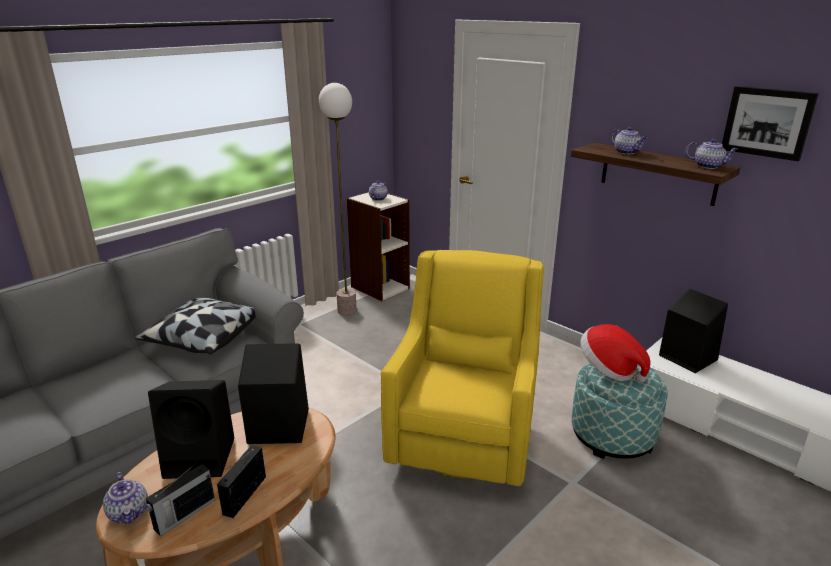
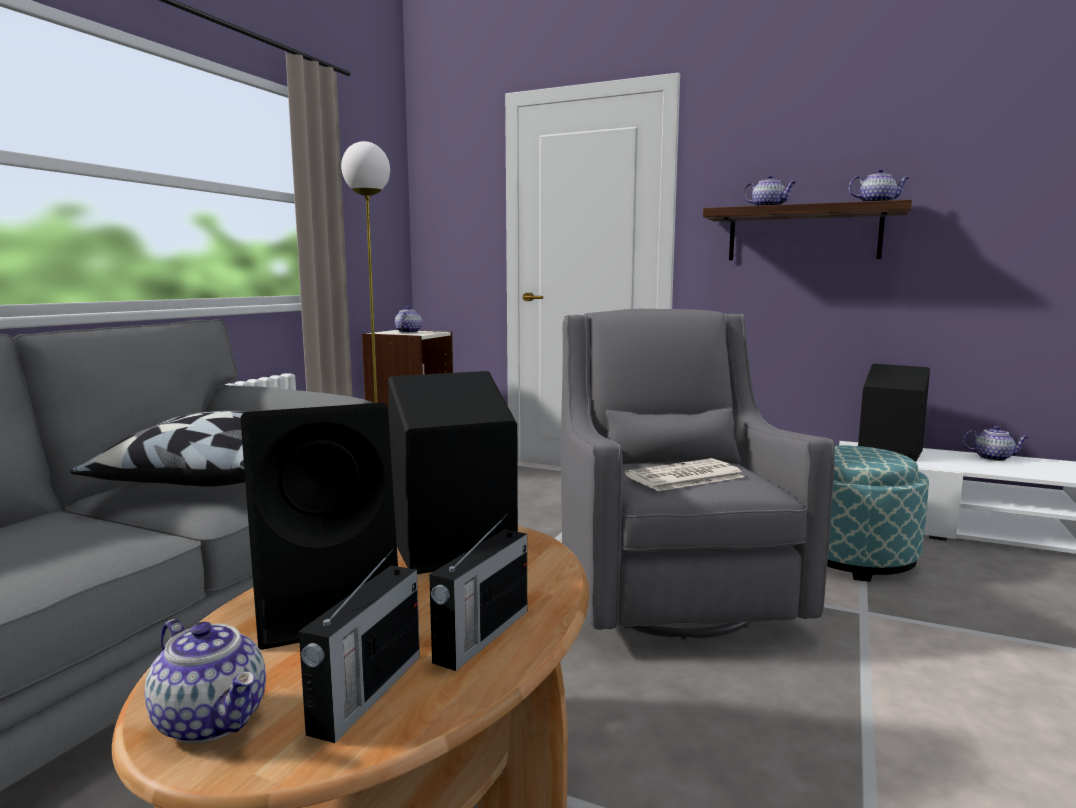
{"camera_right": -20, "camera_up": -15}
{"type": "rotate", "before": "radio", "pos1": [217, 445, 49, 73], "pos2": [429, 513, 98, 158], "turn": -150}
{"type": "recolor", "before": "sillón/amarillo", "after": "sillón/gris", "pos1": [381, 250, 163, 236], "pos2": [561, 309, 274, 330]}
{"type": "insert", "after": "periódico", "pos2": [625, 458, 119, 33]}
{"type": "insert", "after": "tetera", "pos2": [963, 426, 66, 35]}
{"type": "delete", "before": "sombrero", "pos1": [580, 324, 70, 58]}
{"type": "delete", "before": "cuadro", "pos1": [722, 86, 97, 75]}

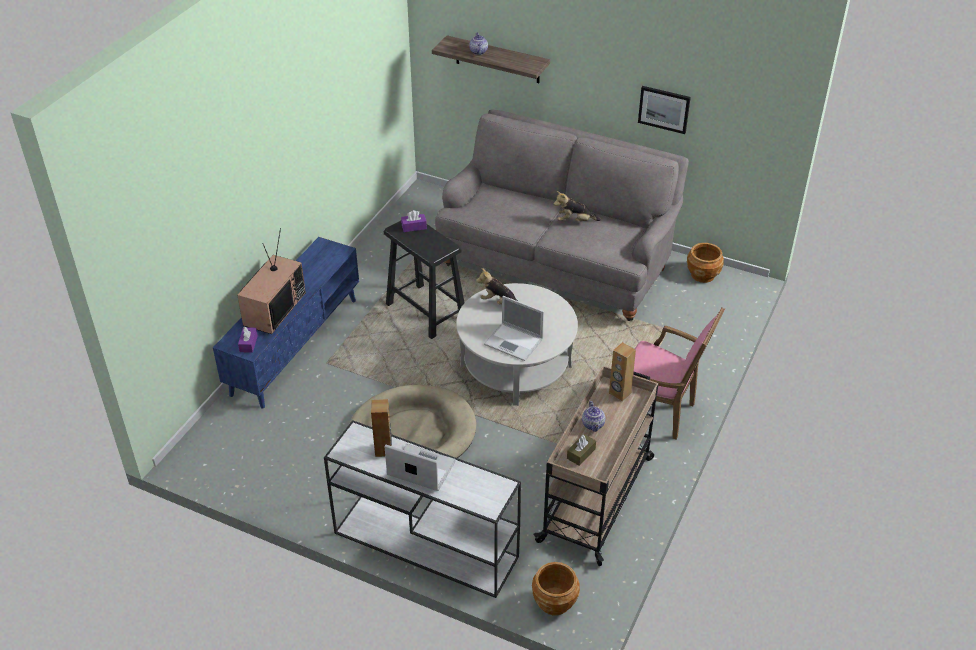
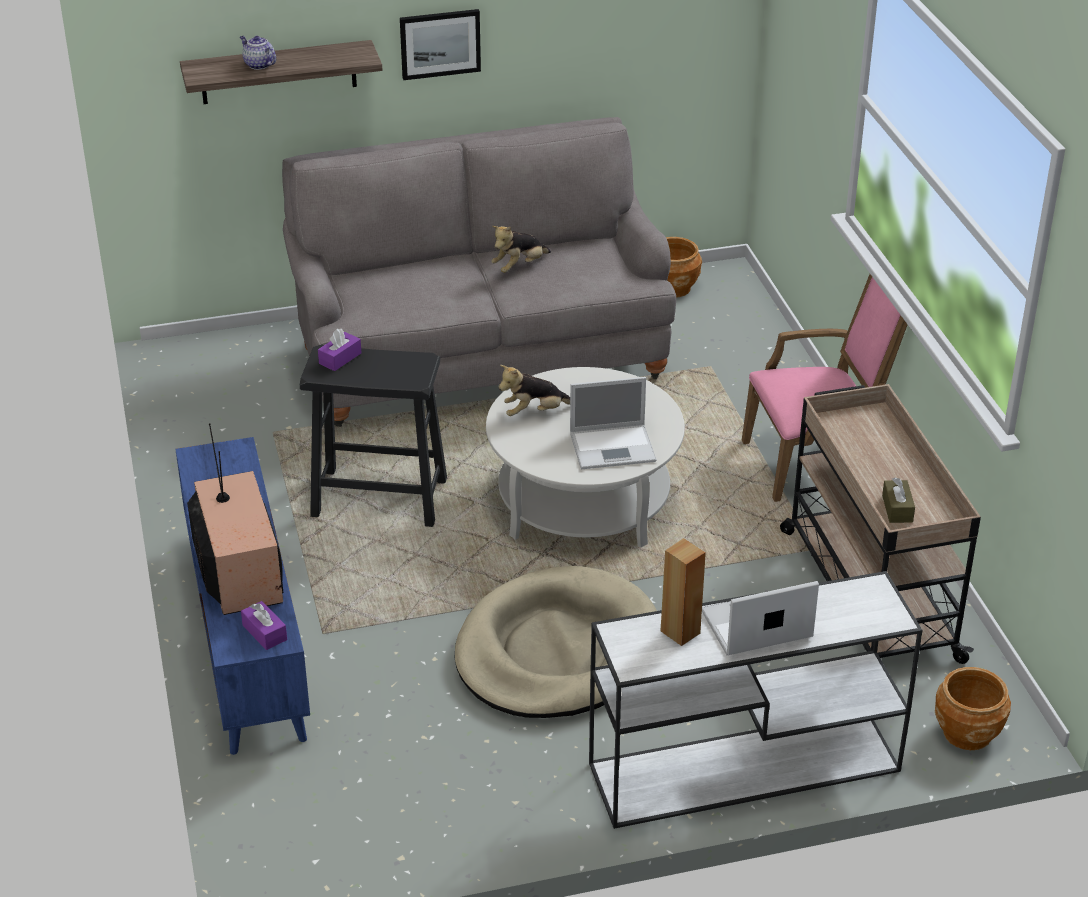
{"camera_right": -40, "camera_up": -5}
{"type": "move", "before": "cuadro", "pos1": [638, 86, 53, 48], "pos2": [400, 9, 81, 71]}
{"type": "delete", "before": "tetera", "pos1": [582, 401, 23, 31]}
{"type": "delete", "before": "altavoz/marrón", "pos1": [609, 342, 27, 59]}

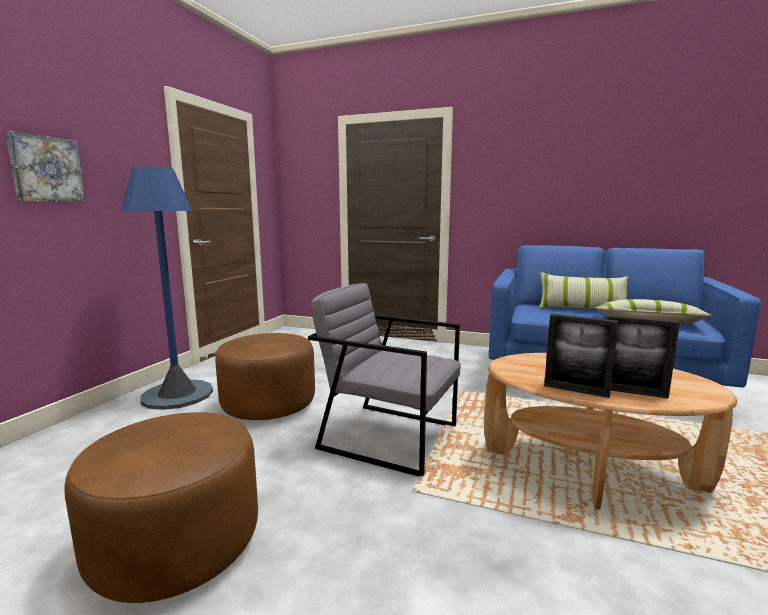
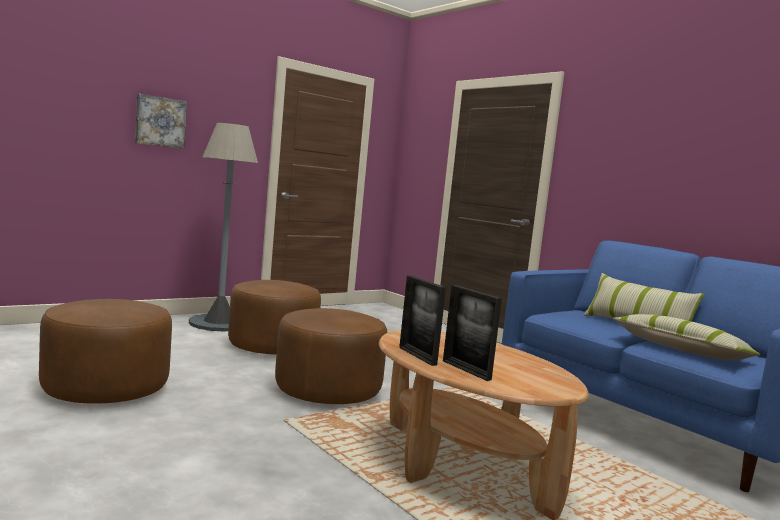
{"camera_right": 30, "camera_up": -5}
{"type": "recolor", "before": "lámpara de pie/azul", "after": "lámpara de pie/gris", "pos1": [121, 166, 92, 244], "pos2": [189, 123, 69, 208]}
{"type": "replace", "before": "sillón/gris", "after": "puf/marrón", "pos1": [308, 283, 153, 193], "pos2": [275, 308, 113, 96]}

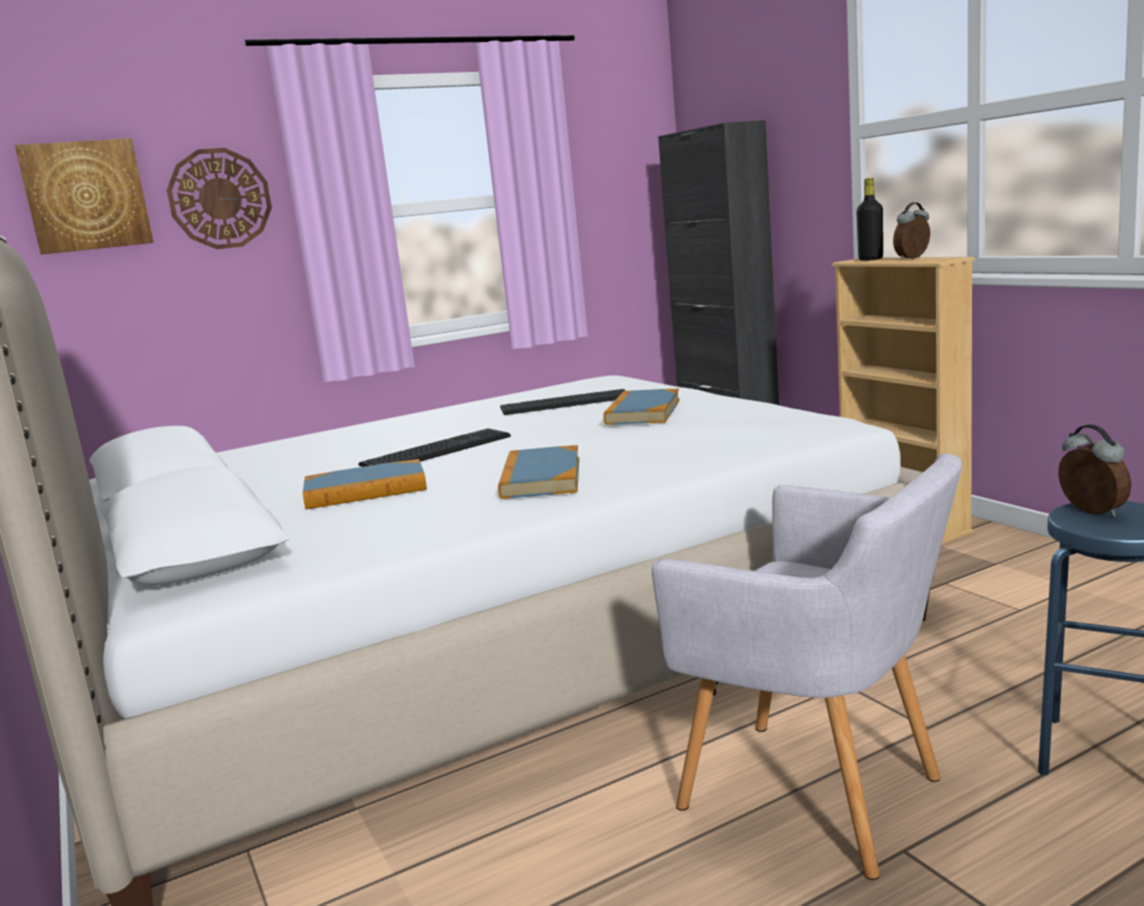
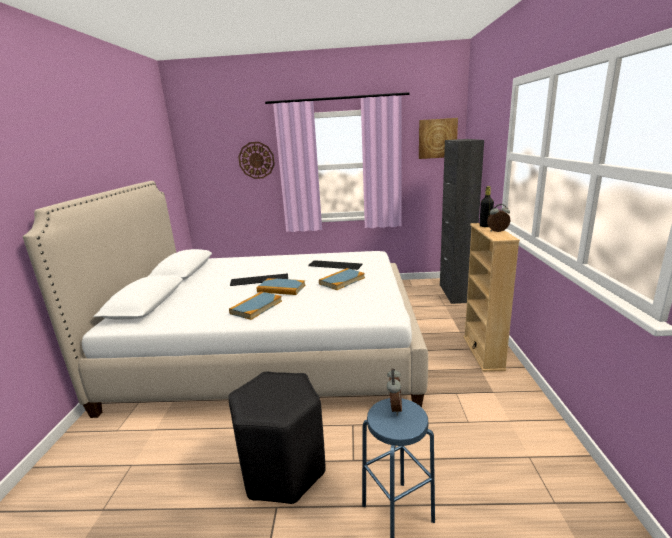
{"camera_right": 30, "camera_up": 5}
{"type": "replace", "before": "sillón/gris", "after": "taburete/negro", "pos1": [652, 454, 310, 426], "pos2": [228, 371, 97, 133]}
{"type": "move", "before": "libro", "pos1": [303, 459, 124, 51], "pos2": [257, 278, 48, 17]}
{"type": "move", "before": "cuadro", "pos1": [15, 138, 138, 116], "pos2": [419, 118, 39, 41]}

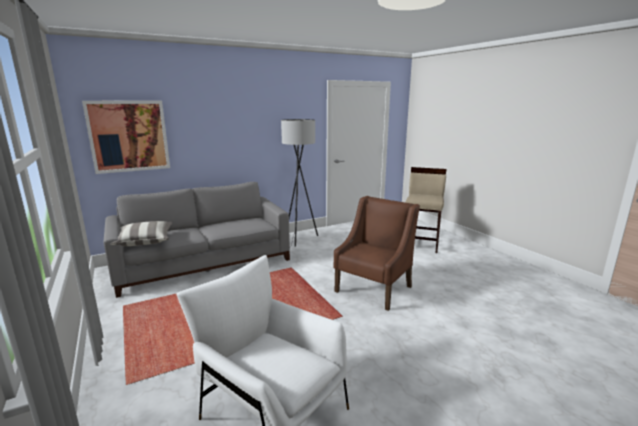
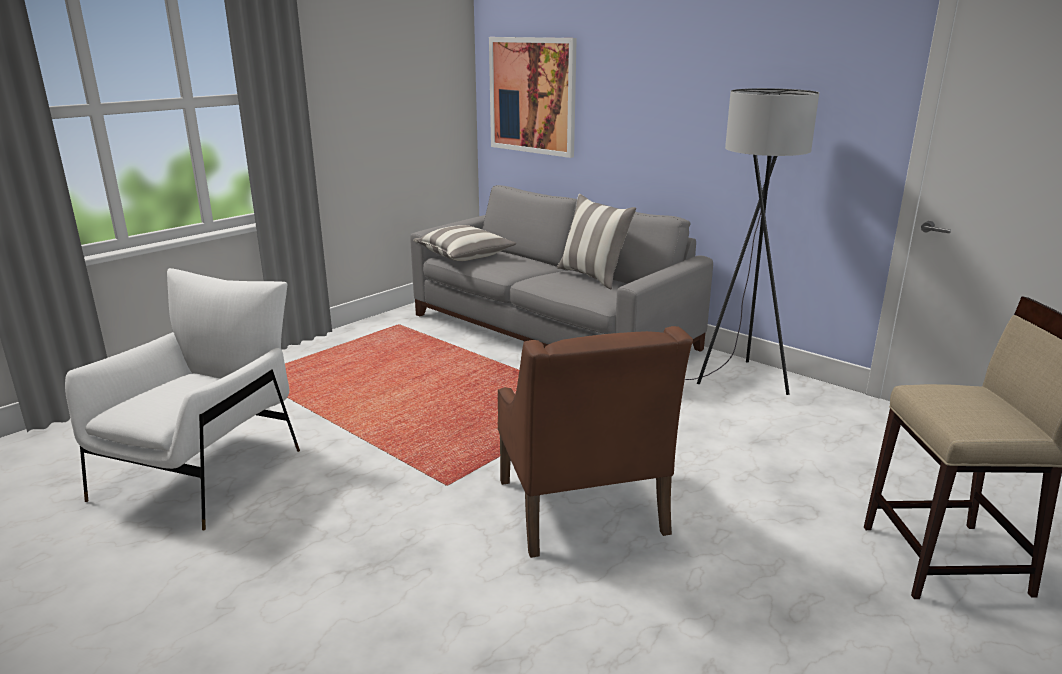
{"camera_right": 70, "camera_up": 5}
{"type": "rotate", "before": "sillón/marrón", "pos1": [333, 196, 87, 115], "pos2": [498, 326, 195, 232], "turn": 60}
{"type": "insert", "after": "cojín", "pos2": [557, 194, 79, 95]}

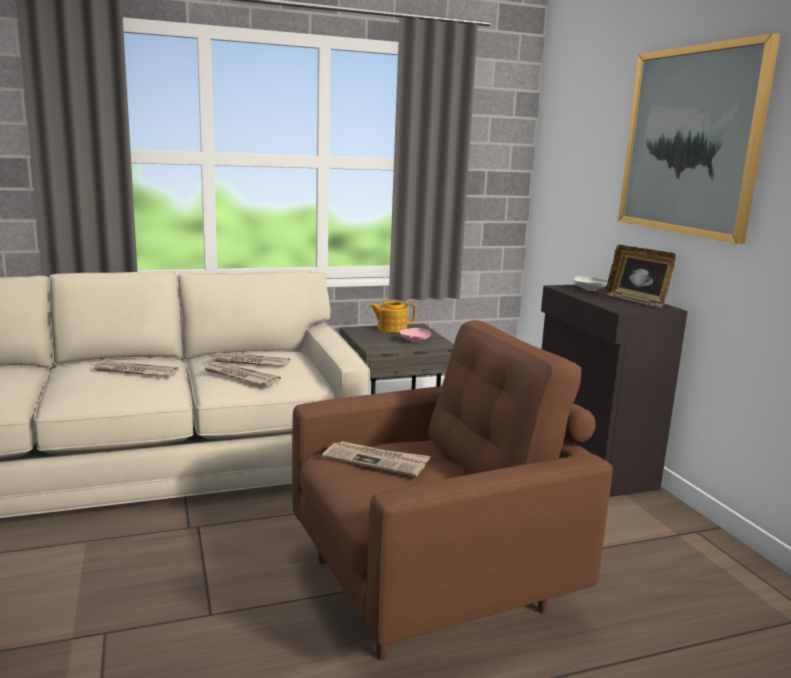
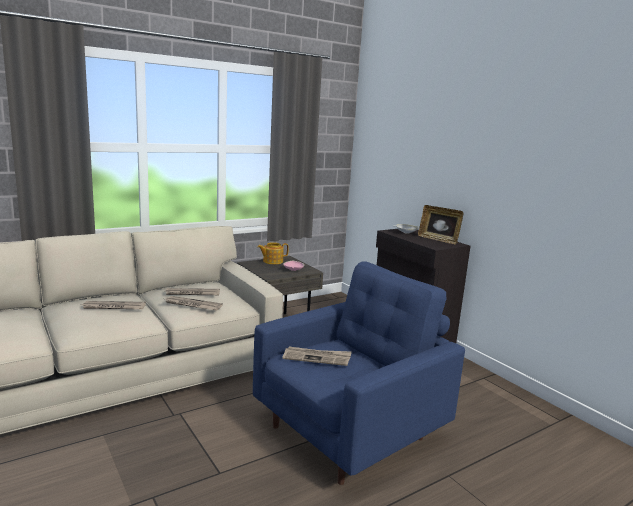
{"camera_right": -15, "camera_up": 0}
{"type": "recolor", "before": "sillón/marrón", "after": "sillón/azul", "pos1": [292, 320, 321, 340], "pos2": [253, 261, 212, 224]}
{"type": "delete", "before": "cuadro", "pos1": [618, 33, 162, 211]}

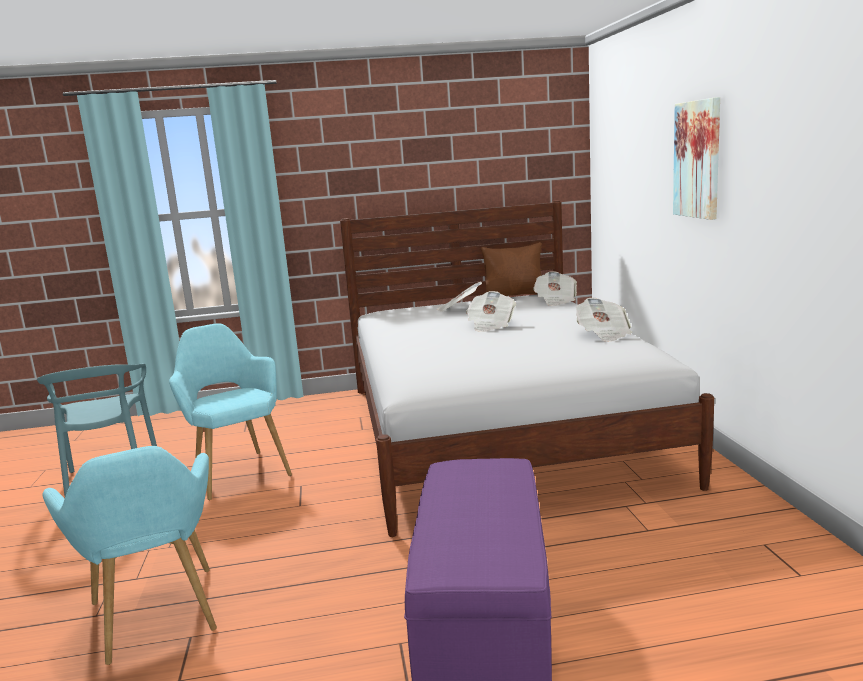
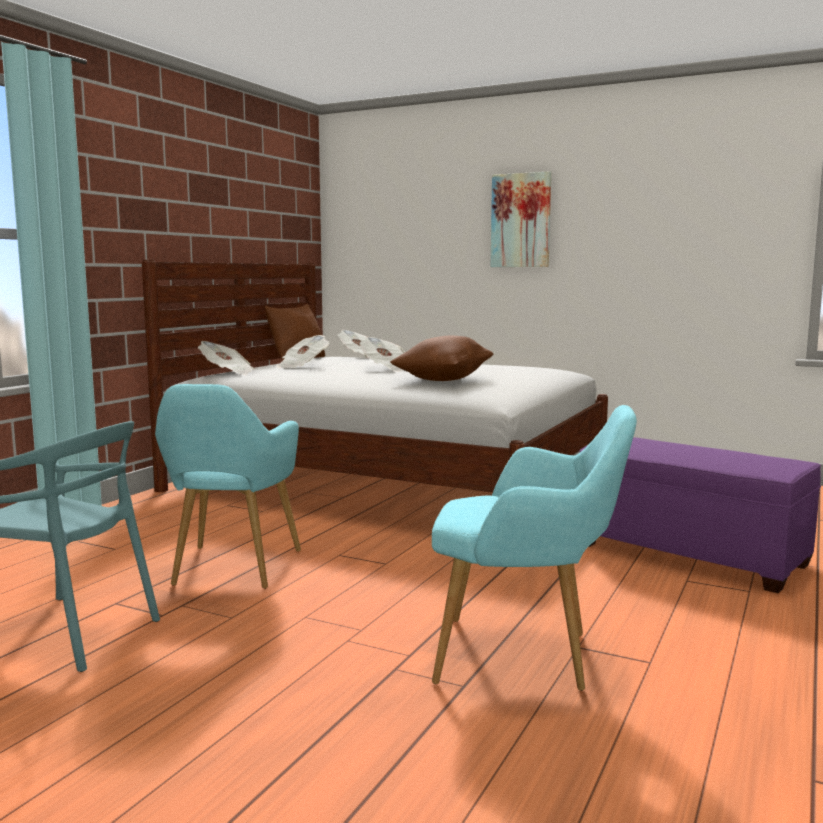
{"camera_right": -55, "camera_up": -5}
{"type": "rotate", "before": "sillón/turquesa", "pos1": [169, 324, 123, 176], "pos2": [155, 384, 146, 205], "turn": -90}
{"type": "move", "before": "periódico", "pos1": [576, 298, 56, 44], "pos2": [198, 341, 56, 34]}
{"type": "insert", "after": "cojín/marrón", "pos2": [390, 336, 103, 45]}

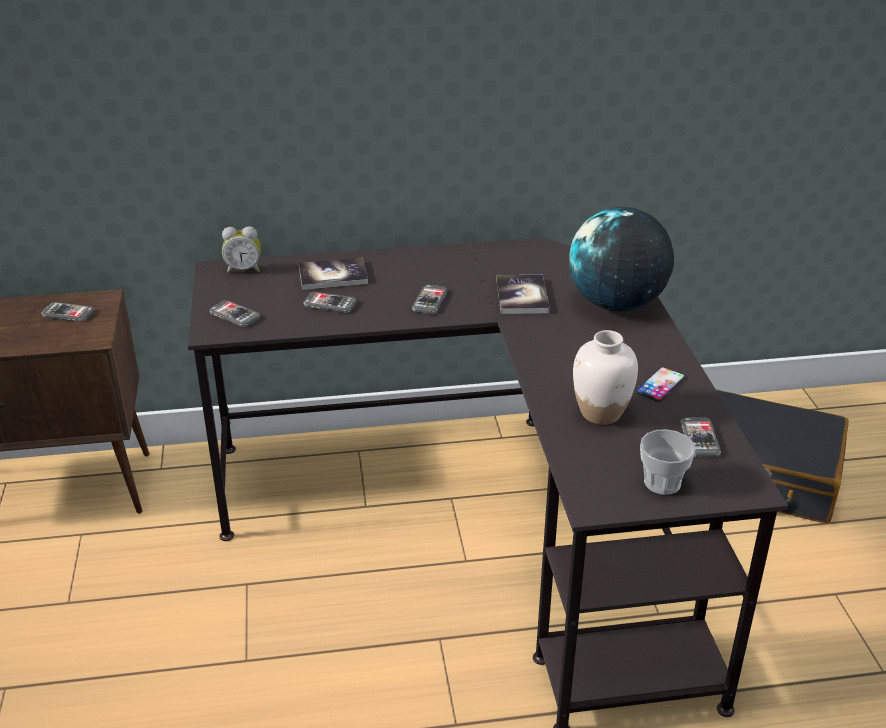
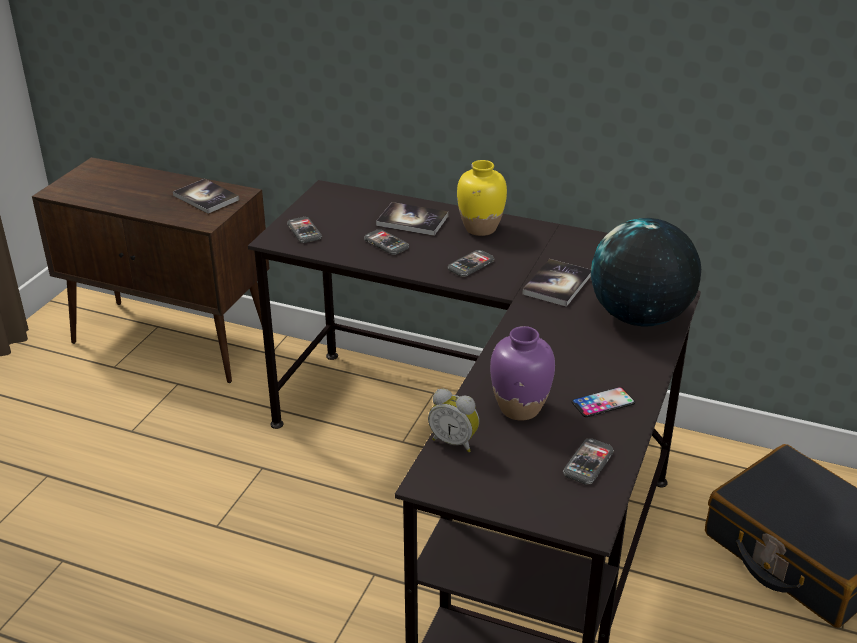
{"camera_right": 30, "camera_up": 0}
{"type": "replace", "before": "móvil", "after": "libro", "pos1": [41, 302, 53, 20], "pos2": [173, 179, 67, 34]}
{"type": "move", "before": "despertador", "pos1": [222, 226, 39, 47], "pos2": [428, 389, 51, 63]}
{"type": "insert", "after": "florero/amarillo", "pos2": [457, 160, 50, 76]}
{"type": "recolor", "before": "florero/blanco", "after": "florero/morado", "pos1": [573, 330, 65, 95], "pos2": [490, 326, 65, 95]}
{"type": "delete", "before": "taza", "pos1": [640, 429, 56, 66]}

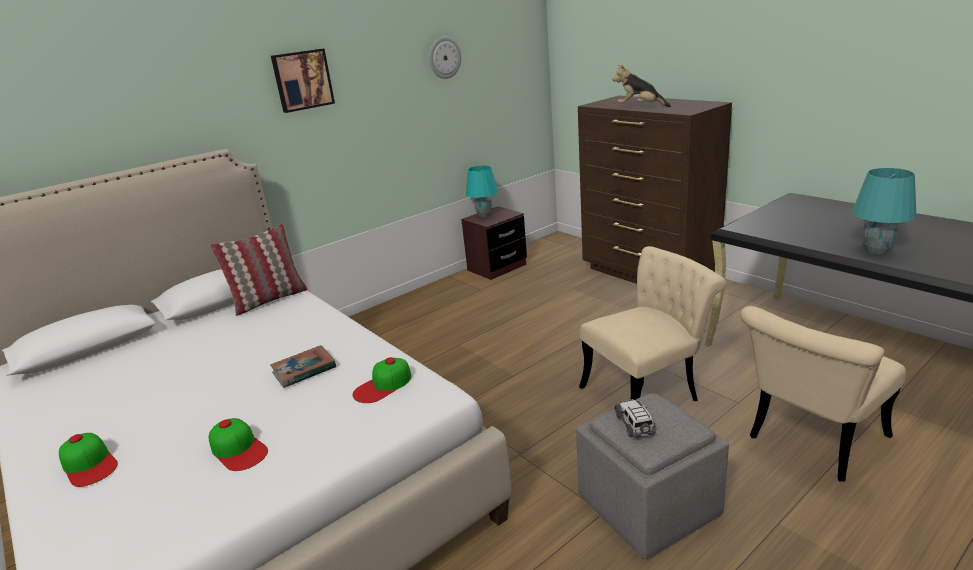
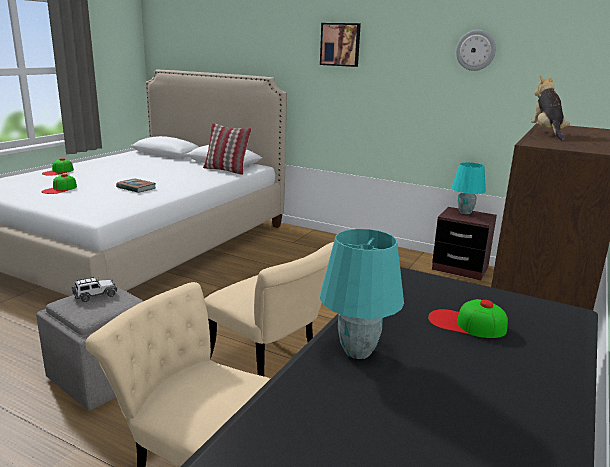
{"camera_right": 65, "camera_up": -5}
{"type": "move", "before": "gorra", "pos1": [353, 357, 58, 46], "pos2": [428, 299, 80, 39]}

